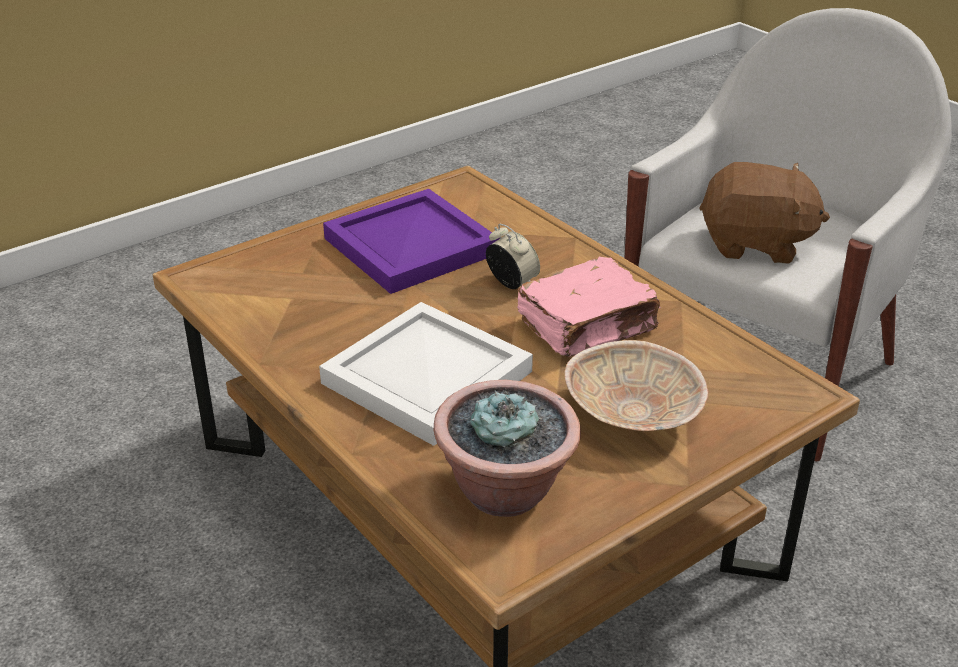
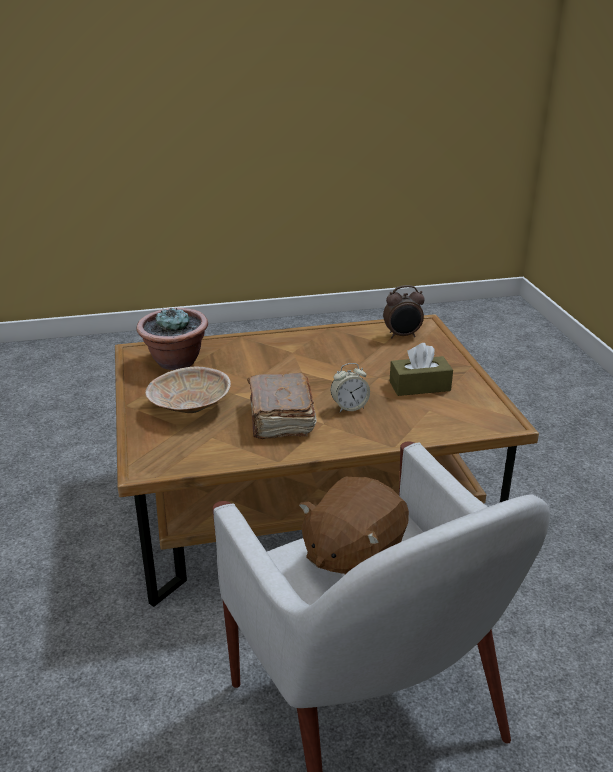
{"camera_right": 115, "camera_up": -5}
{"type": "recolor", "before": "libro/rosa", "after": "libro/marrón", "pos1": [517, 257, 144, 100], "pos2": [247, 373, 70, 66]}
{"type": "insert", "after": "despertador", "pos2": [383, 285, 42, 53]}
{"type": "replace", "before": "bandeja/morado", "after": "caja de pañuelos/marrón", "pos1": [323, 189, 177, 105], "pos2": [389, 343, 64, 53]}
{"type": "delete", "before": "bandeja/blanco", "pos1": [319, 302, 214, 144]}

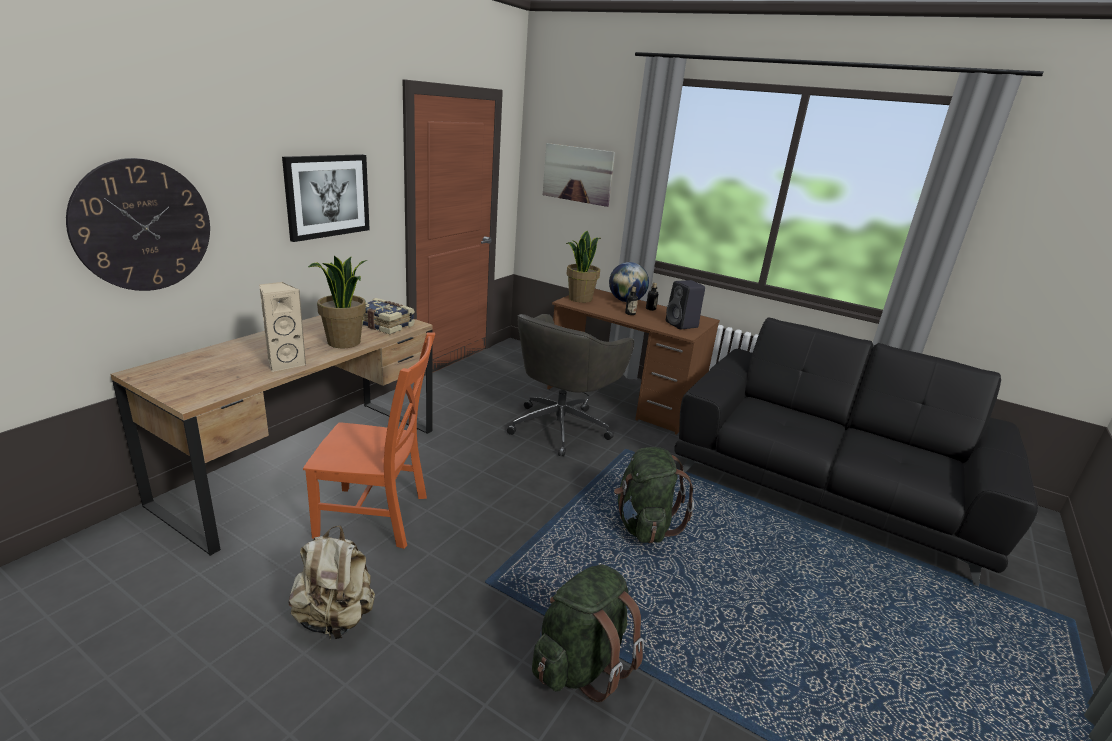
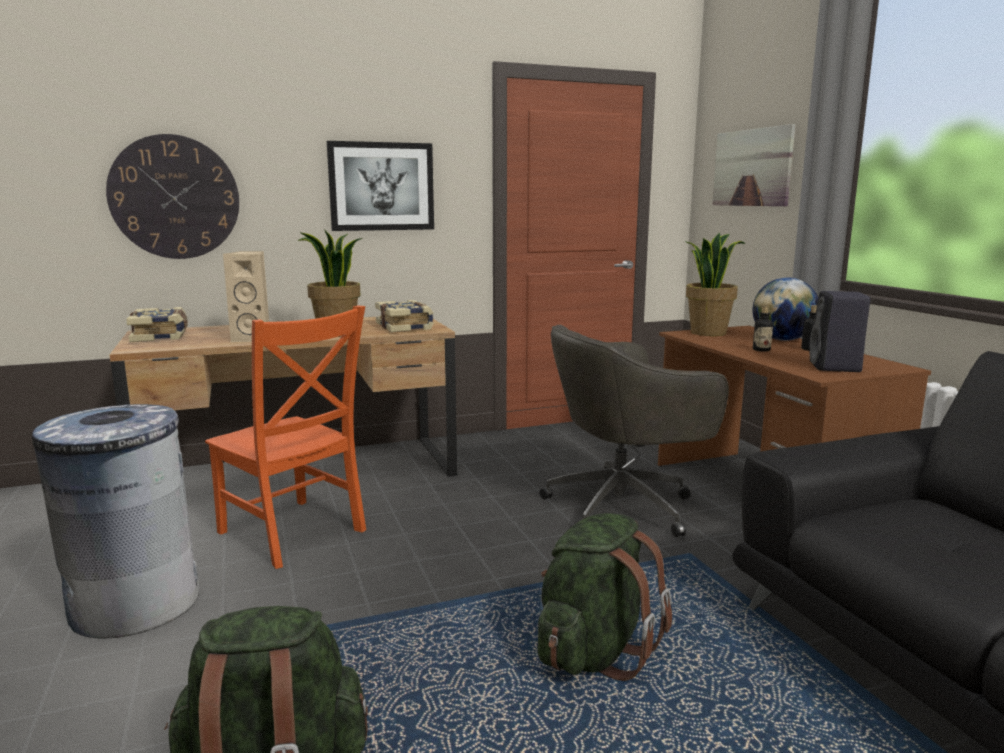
{"camera_right": 40, "camera_up": -10}
{"type": "replace", "before": "mochila/beis", "after": "papelera/gris", "pos1": [288, 526, 87, 113], "pos2": [32, 404, 168, 235]}
{"type": "insert", "after": "libro", "pos2": [126, 307, 62, 35]}

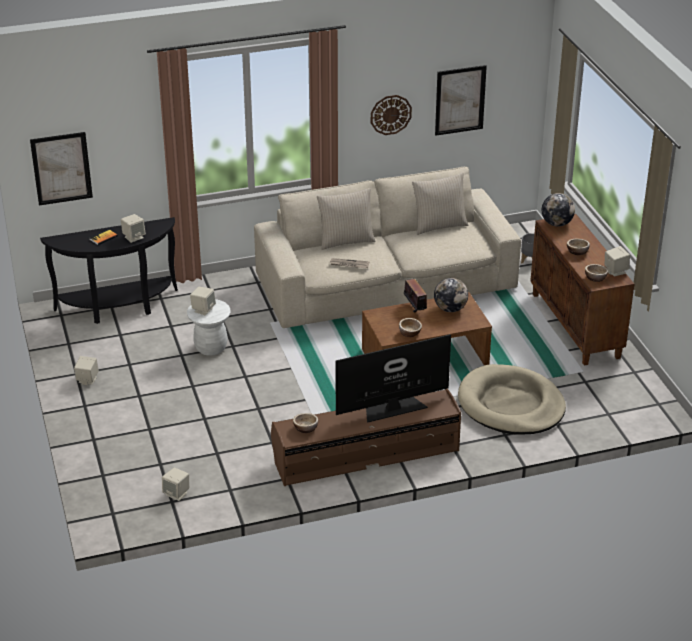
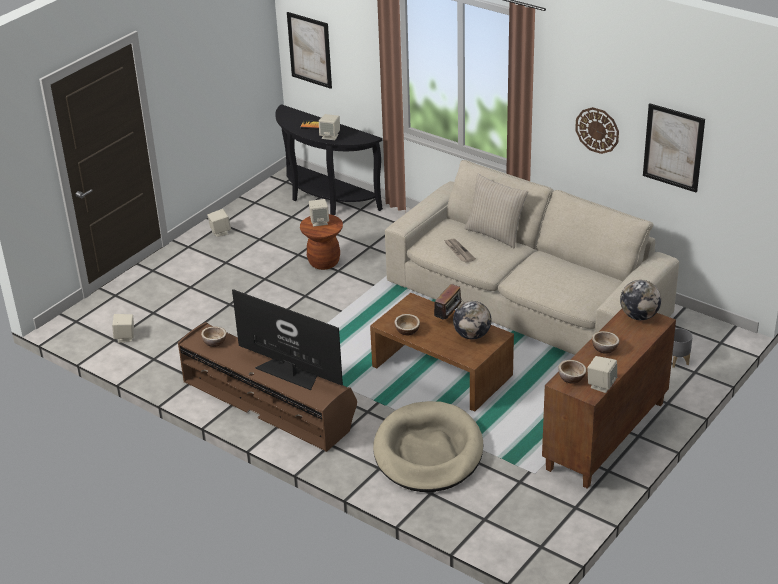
{"camera_right": 55, "camera_up": 0}
{"type": "recolor", "before": "taburete/blanco", "after": "taburete/marrón", "pos1": [187, 299, 44, 57], "pos2": [300, 214, 43, 56]}
{"type": "delete", "before": "cojín/beis", "pos1": [412, 173, 56, 62]}

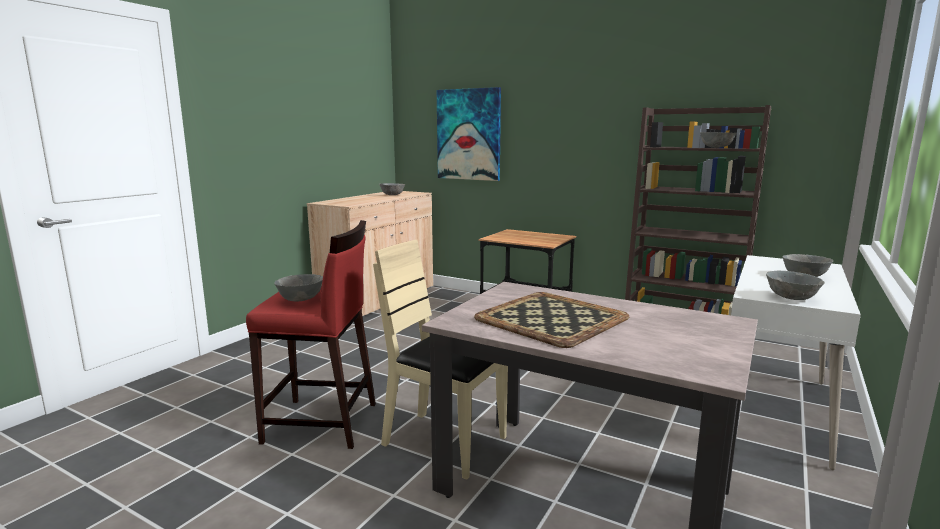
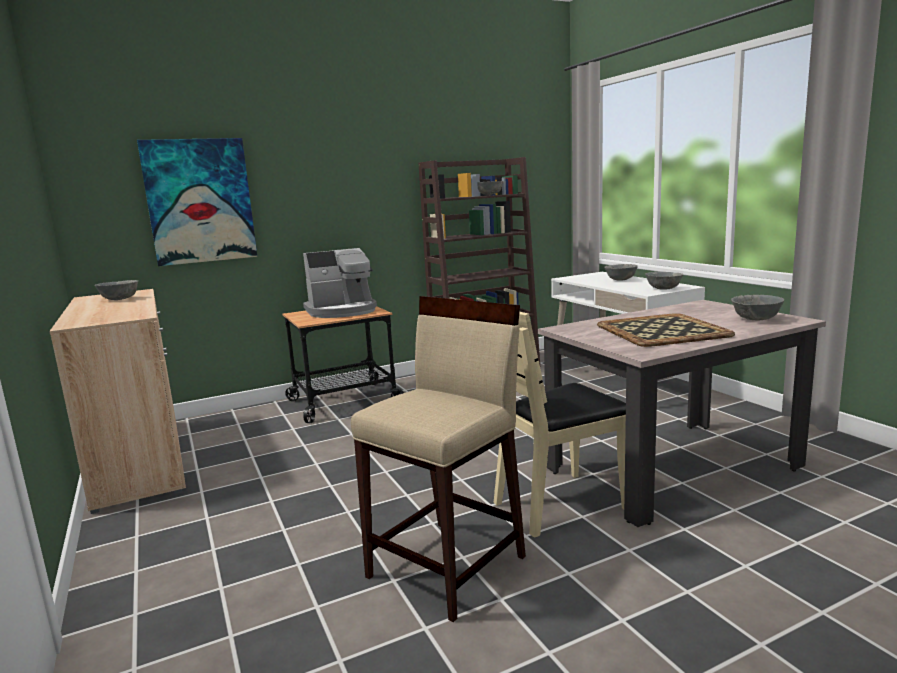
{"camera_right": -55, "camera_up": 0}
{"type": "insert", "after": "cafetera", "pos2": [303, 248, 74, 70]}
{"type": "recolor", "before": "taburete/rojo", "after": "taburete/beis", "pos1": [246, 220, 130, 229], "pos2": [351, 296, 175, 326]}
{"type": "move", "before": "cuenco/gris", "pos1": [274, 274, 49, 27], "pos2": [731, 295, 53, 26]}

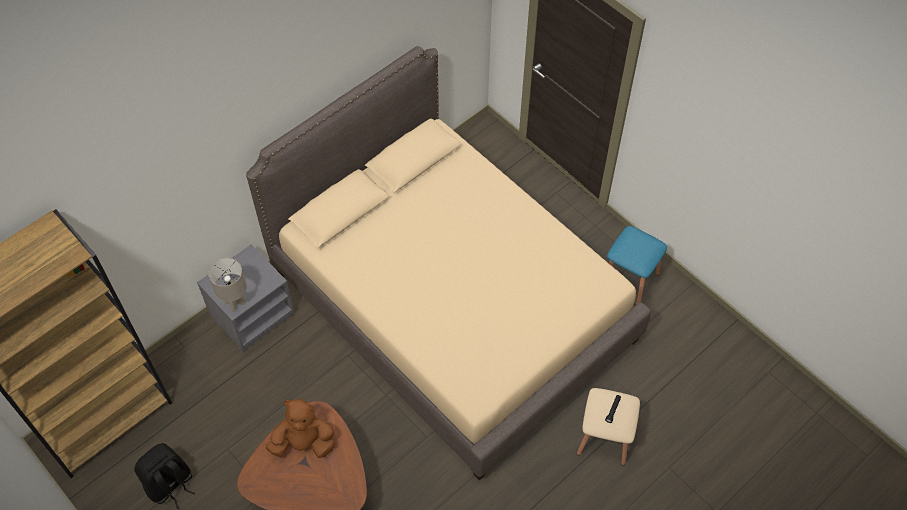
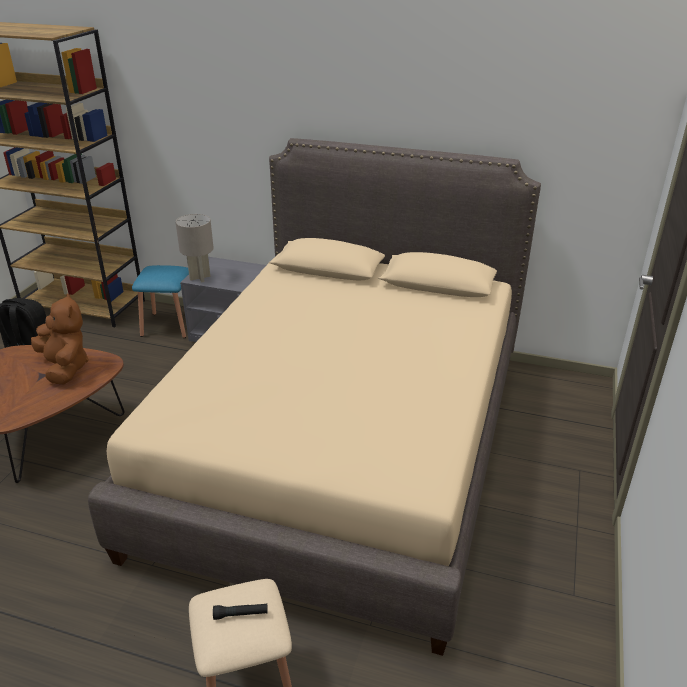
{"camera_right": 60, "camera_up": -25}
{"type": "move", "before": "taburete/azul", "pos1": [607, 226, 60, 77], "pos2": [132, 265, 57, 73]}

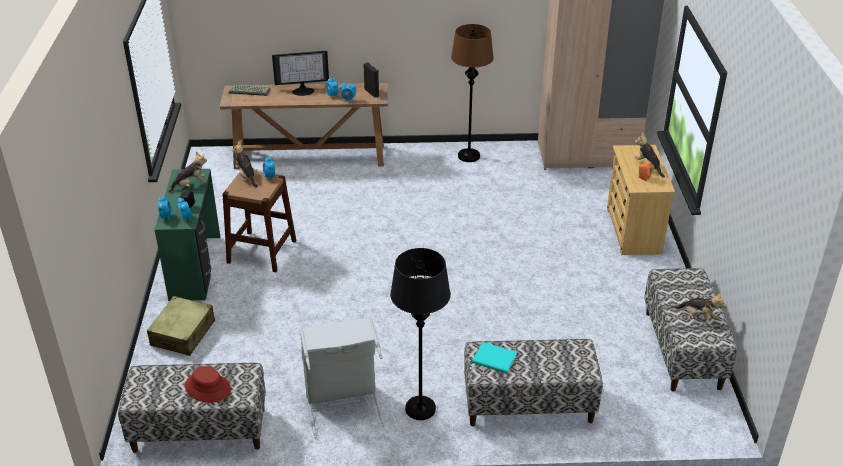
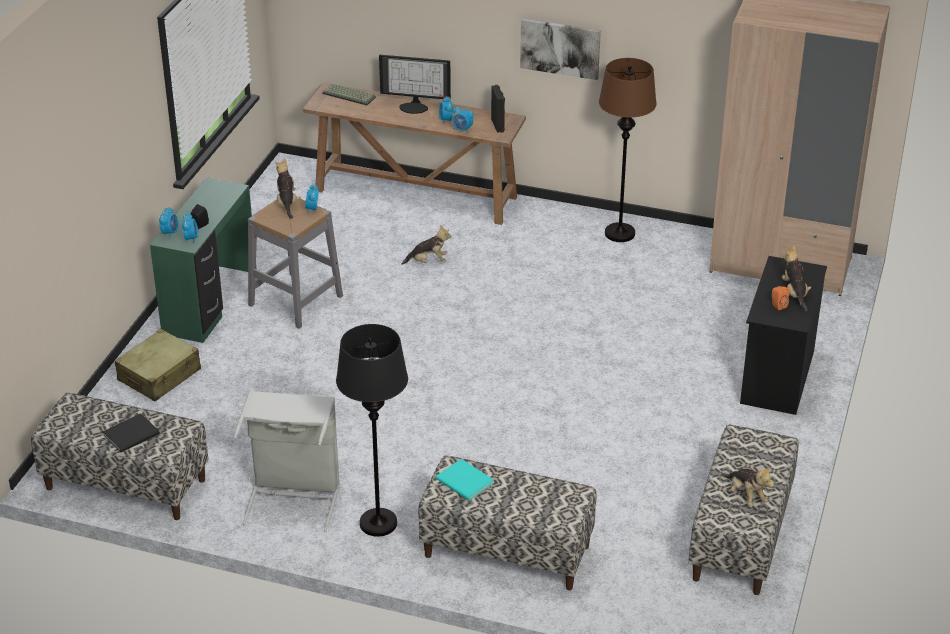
{"camera_right": 20, "camera_up": 0}
{"type": "replace", "before": "sombrero/rojo", "after": "libro/negro", "pos1": [185, 366, 46, 37], "pos2": [103, 413, 57, 39]}
{"type": "recolor", "before": "taburete/marrón", "after": "taburete/gris", "pos1": [222, 171, 74, 101], "pos2": [248, 199, 95, 130]}
{"type": "move", "before": "peluche", "pos1": [168, 152, 39, 41], "pos2": [401, 225, 51, 40]}
{"type": "insert", "after": "cuadro", "pos2": [520, 18, 81, 62]}
{"type": "recolor", "before": "cómoda/beis", "after": "cómoda/negro", "pos1": [607, 145, 68, 110], "pos2": [740, 256, 87, 159]}

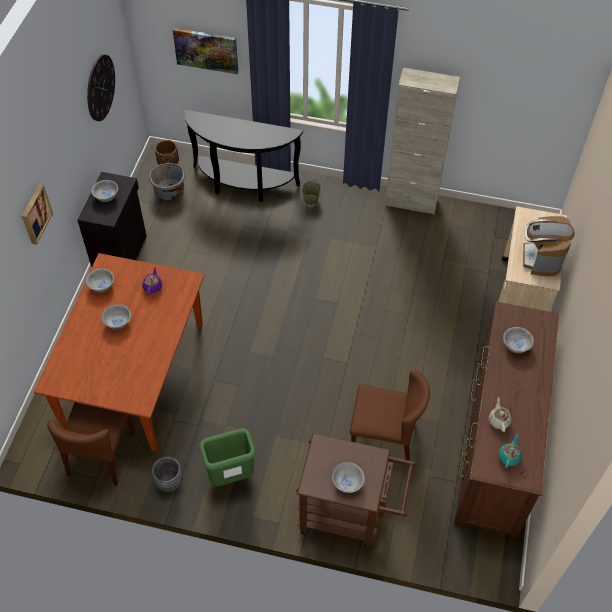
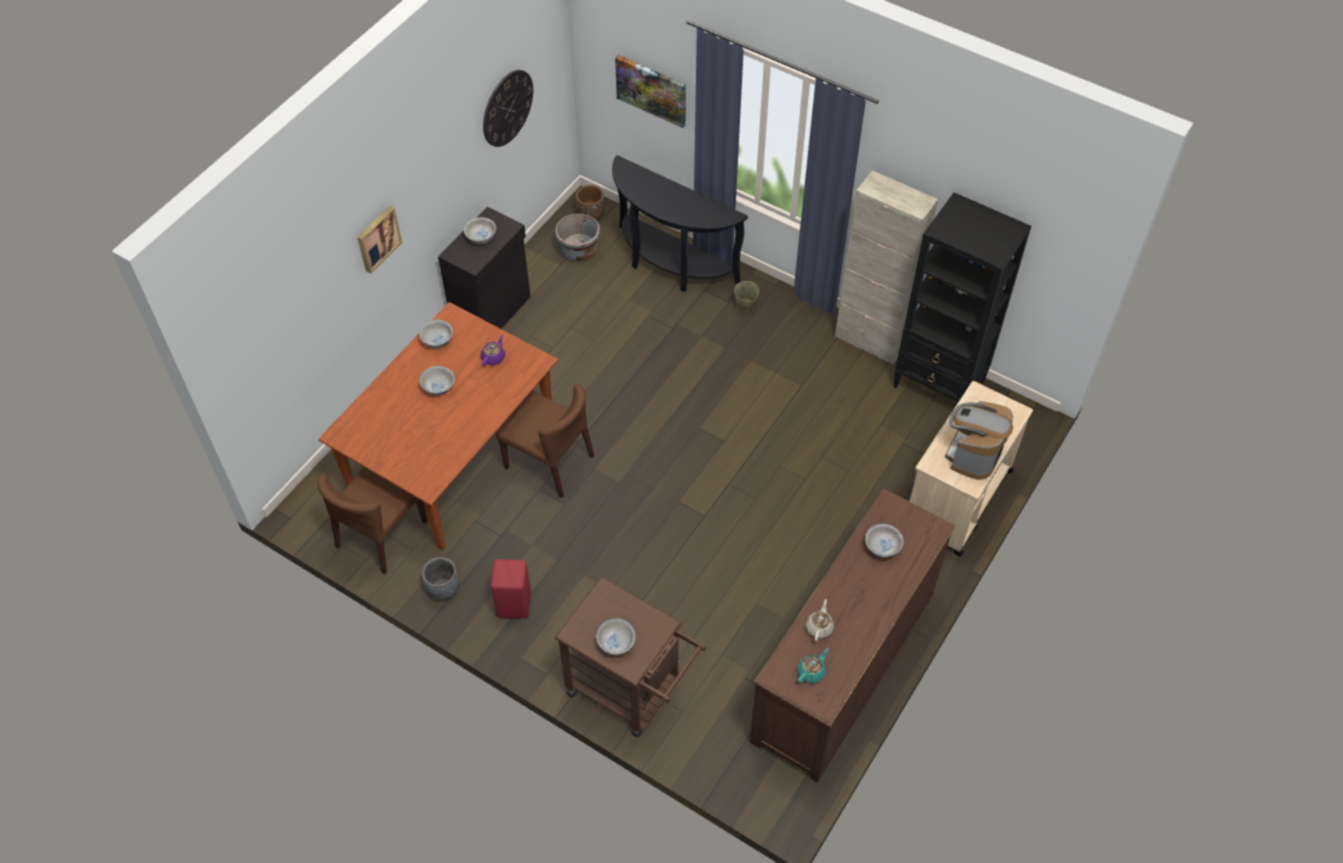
{"camera_right": 20, "camera_up": 0}
{"type": "replace", "before": "papelera/verde", "after": "taburete/rojo", "pos1": [199, 428, 57, 58], "pos2": [491, 559, 40, 59]}
{"type": "move", "before": "silla/marrón", "pos1": [350, 371, 80, 90], "pos2": [496, 384, 98, 114]}
{"type": "insert", "after": "estantería/negro", "pos2": [893, 192, 138, 210]}

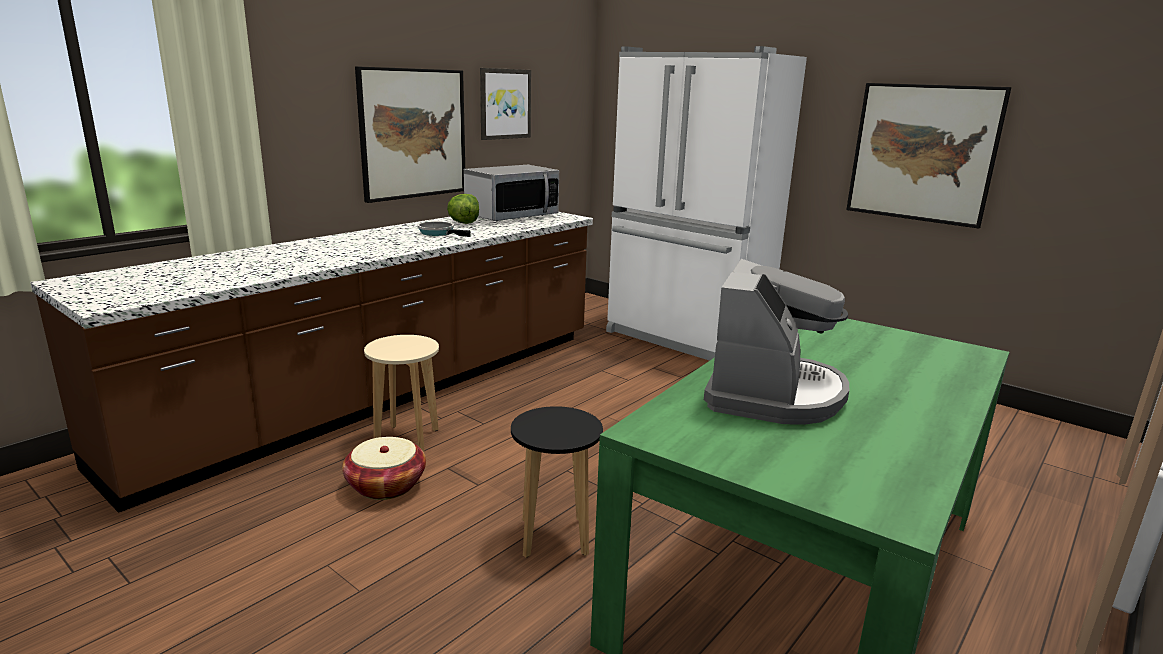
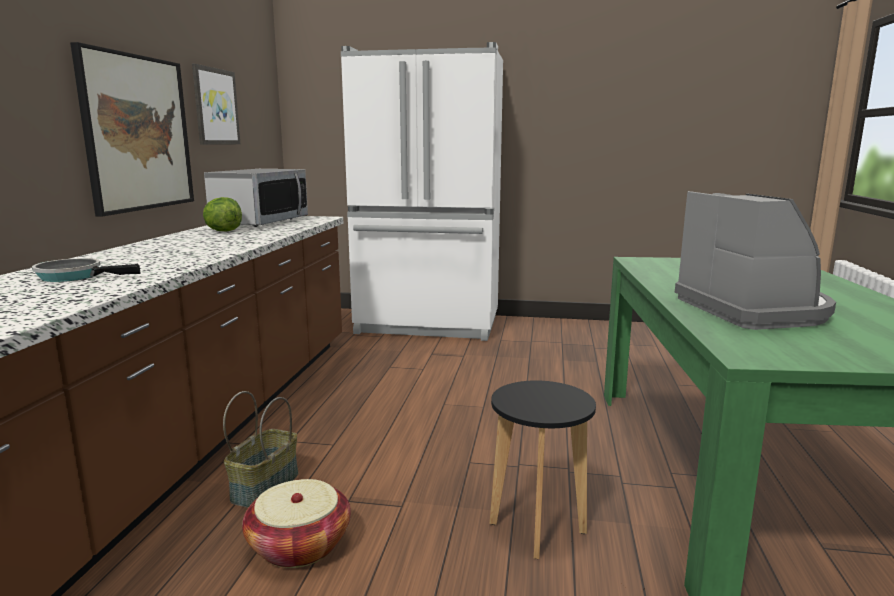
{"camera_right": -30, "camera_up": -5}
{"type": "move", "before": "sartén", "pos1": [417, 221, 54, 16], "pos2": [32, 258, 109, 24]}
{"type": "replace", "before": "taburete/beis", "after": "cesta", "pos1": [364, 335, 75, 117], "pos2": [223, 391, 75, 117]}
{"type": "delete", "before": "cuadro", "pos1": [846, 83, 165, 146]}

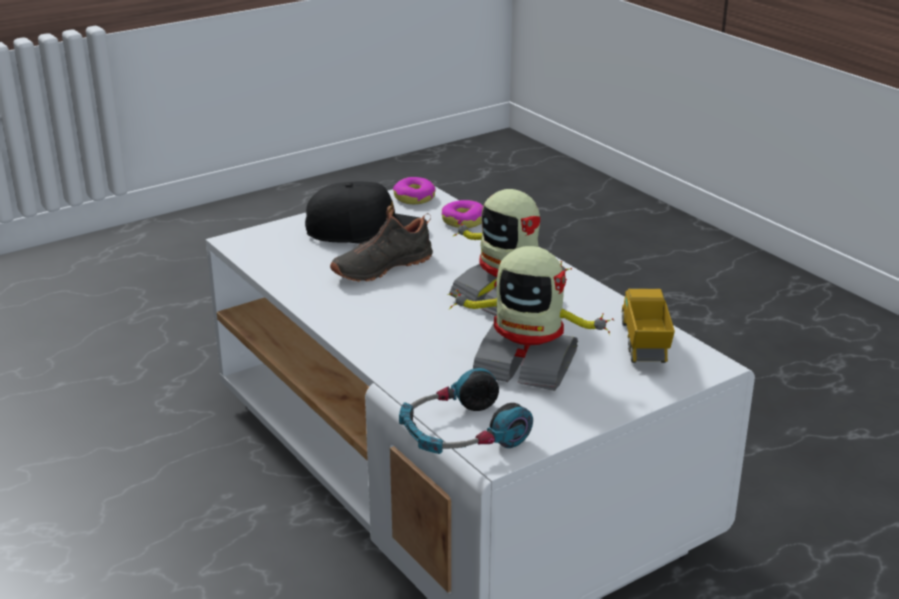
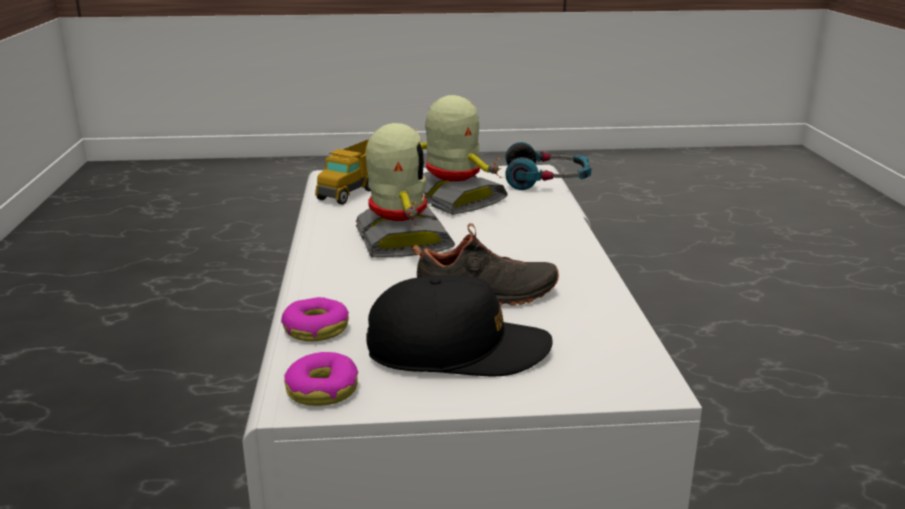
{"camera_right": -150, "camera_up": -5}
{"type": "rotate", "before": "gorra/negro", "pos1": [305, 182, 122, 62], "pos2": [366, 275, 186, 102], "turn": 150}

